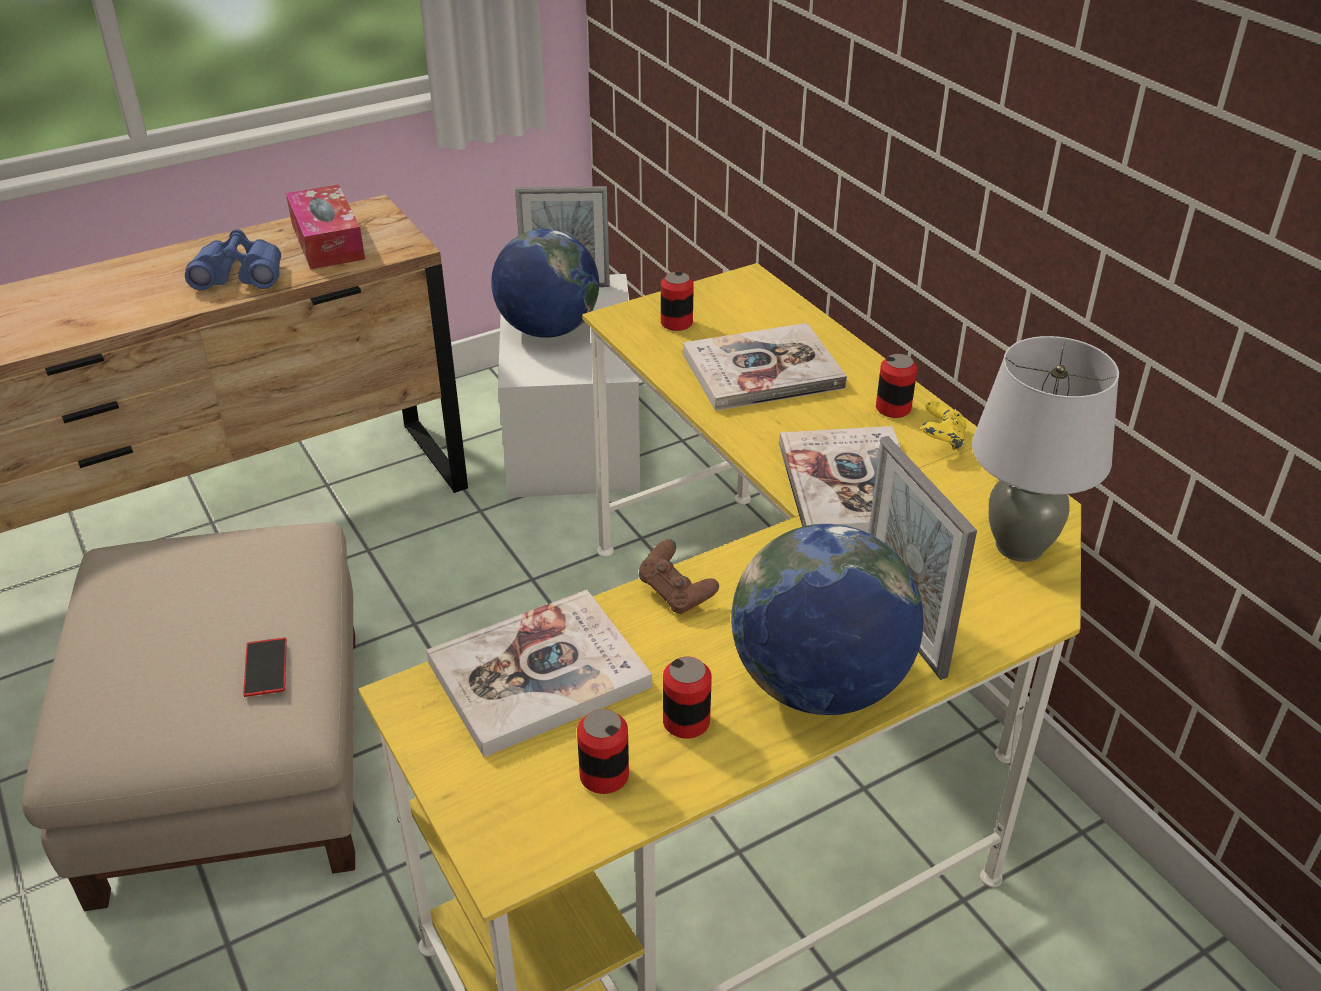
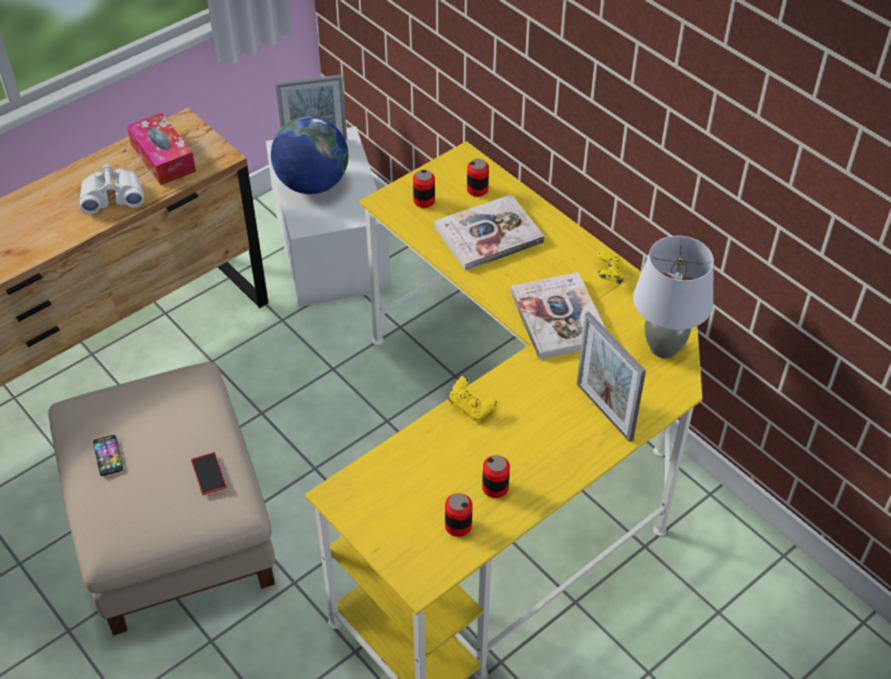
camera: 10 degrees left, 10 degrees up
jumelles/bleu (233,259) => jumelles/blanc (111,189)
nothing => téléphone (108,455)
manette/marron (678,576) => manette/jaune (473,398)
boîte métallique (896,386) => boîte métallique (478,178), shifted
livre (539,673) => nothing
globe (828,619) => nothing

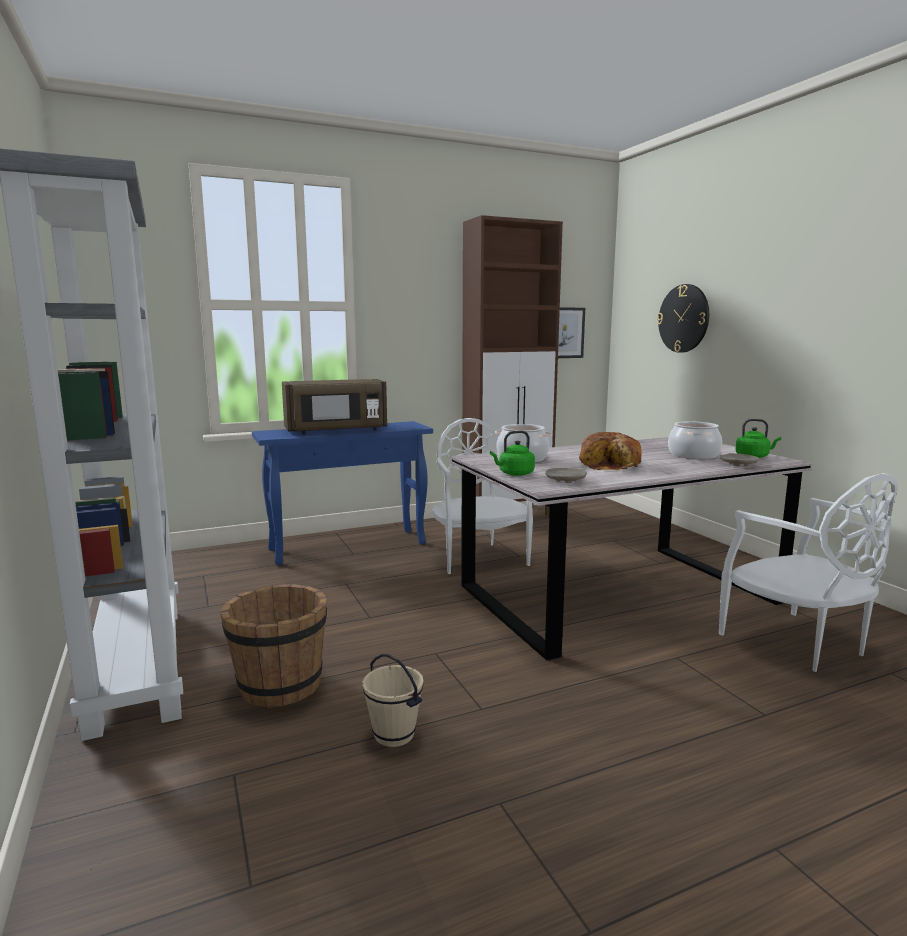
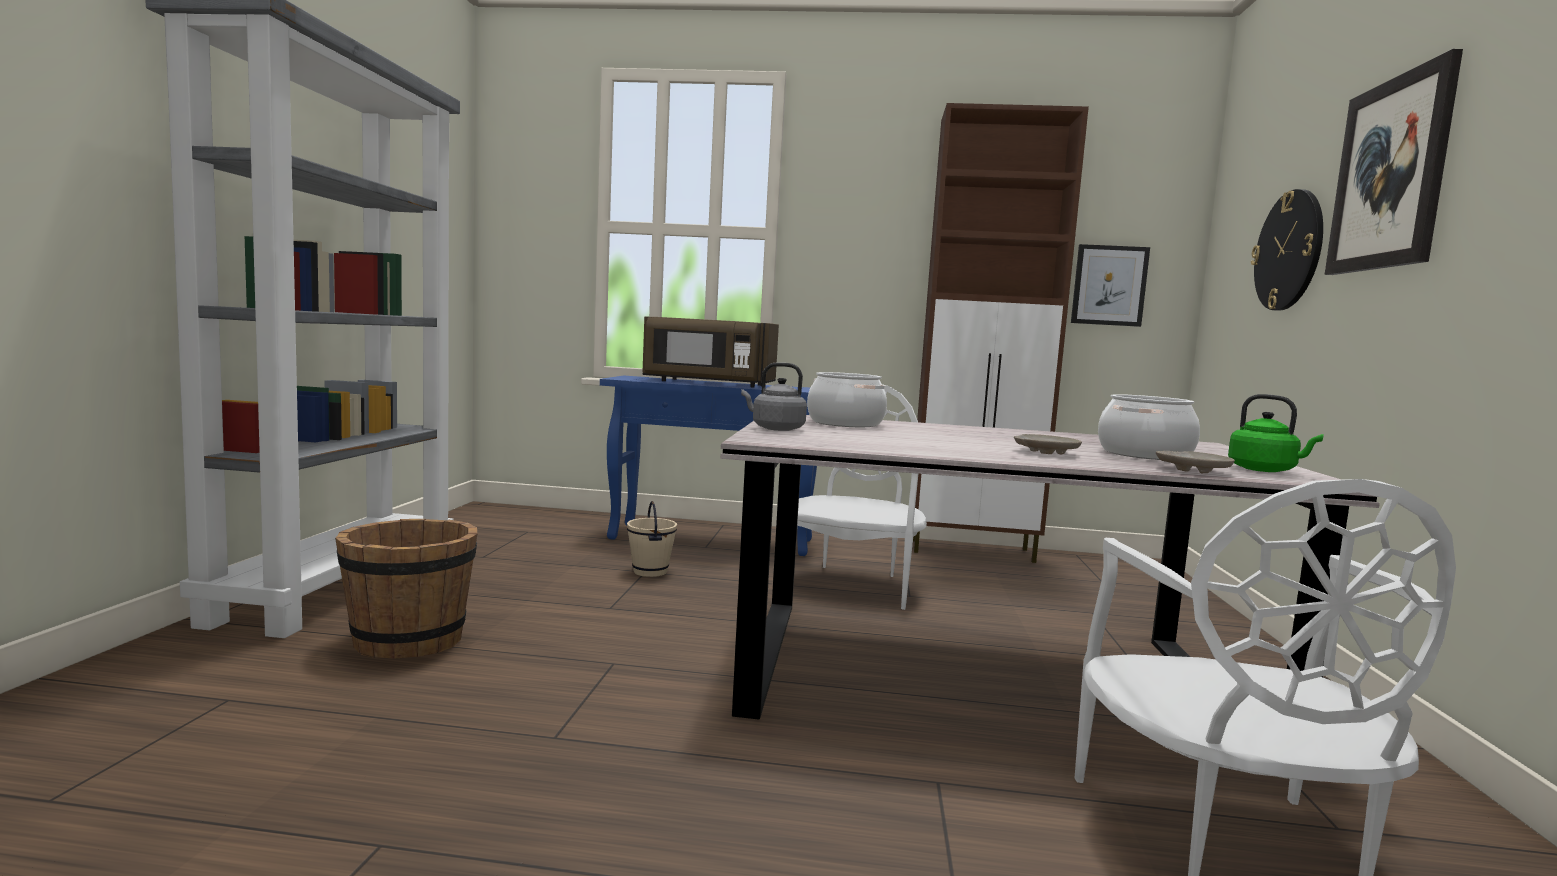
camera: 30 degrees right, 5 degrees down
seau/beige (393,700) => seau/beige (652,539), shifted
bouilloire/vert (512,453) => bouilloire/gris (774,397)
assiette/beige (566,475) => assiette/beige (1048,444), shifted
nothing => tableau (1393,162)
pain (610,451) => nothing

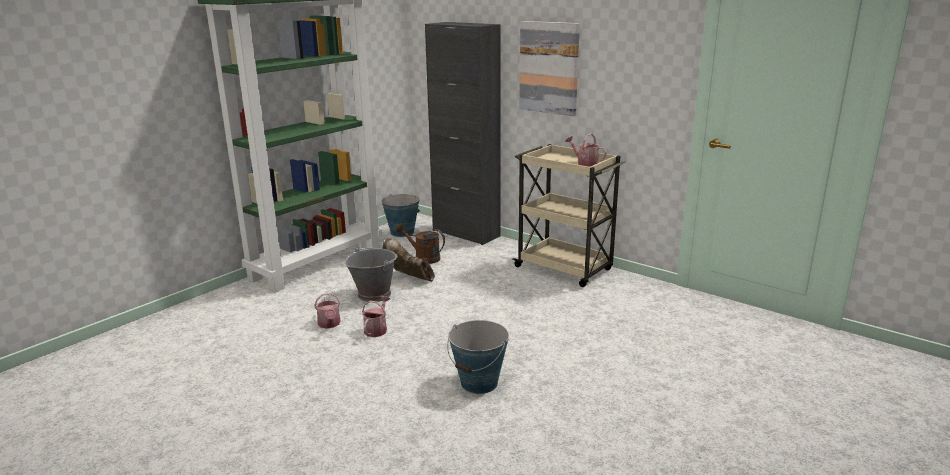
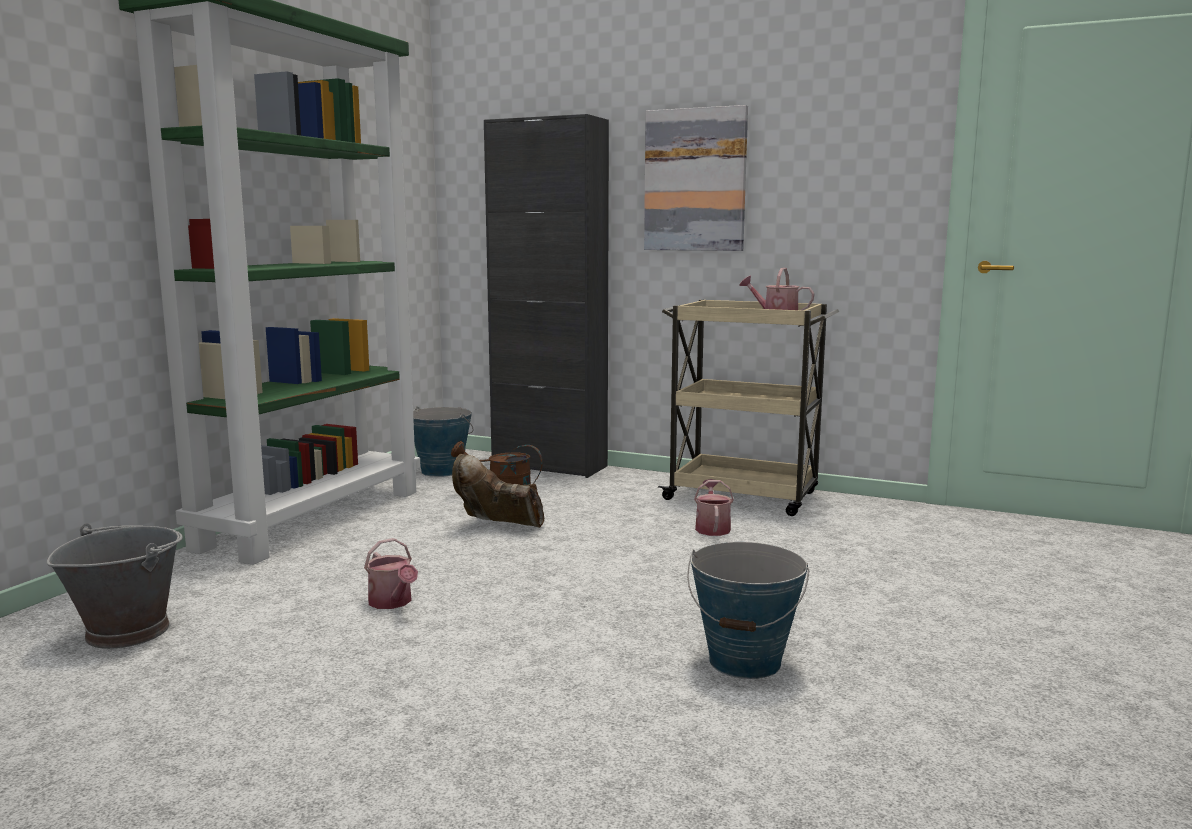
camera: 15 degrees left, 10 degrees down
seau/gris (371,274) => seau/gris (115,586), shifted
arrosoir (376,316) => arrosoir (714,507), shifted

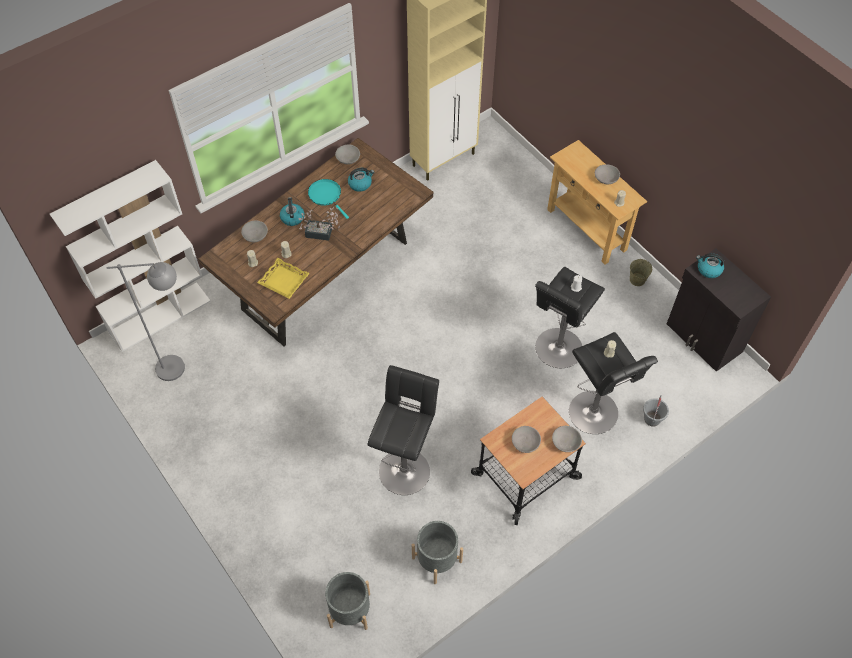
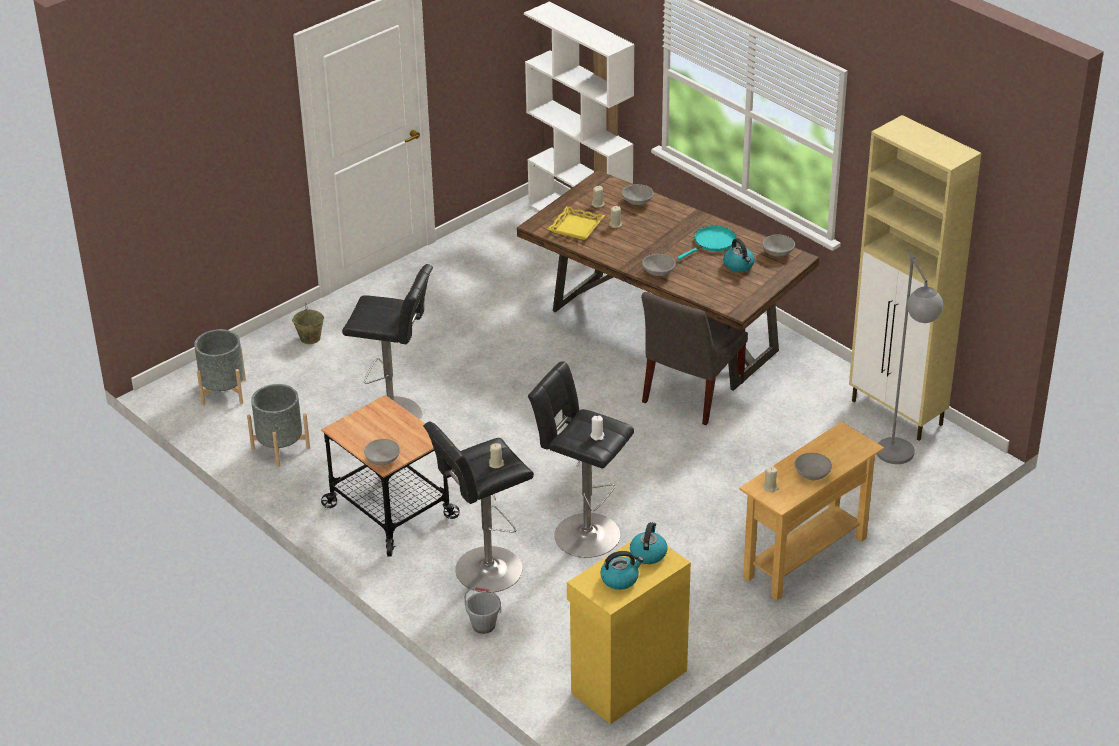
camera: 85 degrees right, 20 degrees down
seau/beige (641,272) => seau/beige (308,323), shifted
meuble de rangement/noir (719,310) => meuble de rangement/jaune (629,632)
bouilloire (292,211) => bouilloire (622,570), shifted
nothing => chaise/gris (694,358)
bol/gris (526,439) => bol/gris (659,265), shifted
lampadaire/gris (145,321) => lampadaire/gris (910,357), shifted
plante en pot (319,224) => nothing

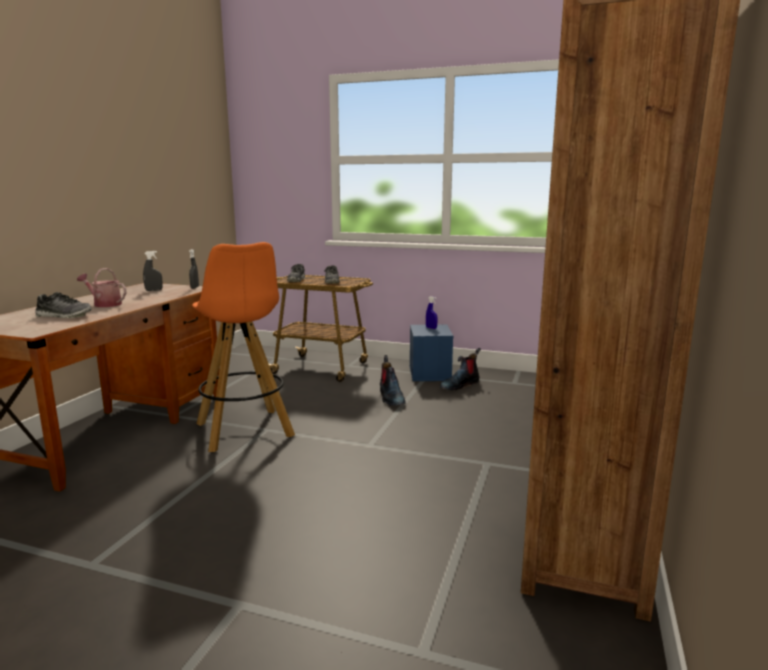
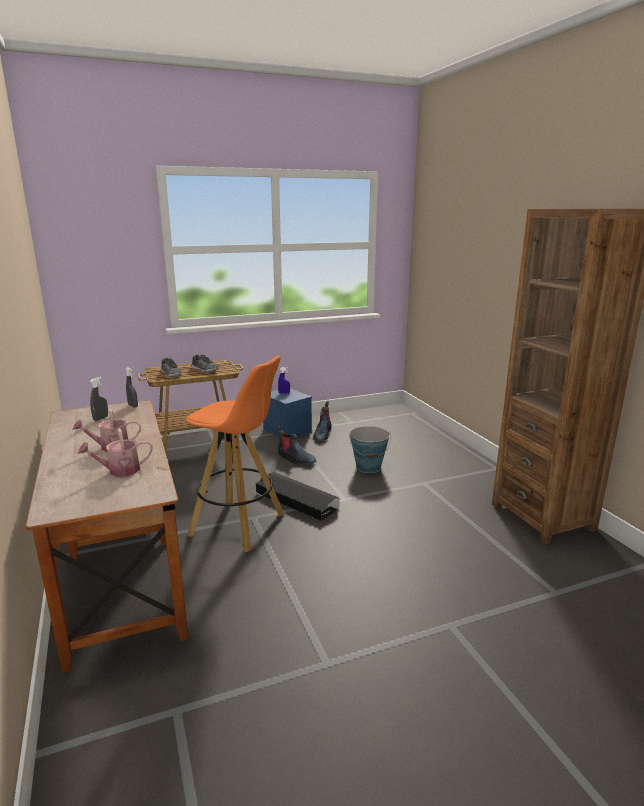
camera: 40 degrees left, 5 degrees up
chaussure (63,305) => arrosoir (115,452)
nothing => boîte de rangement/noir (297,496)
nothing => seau (370,449)

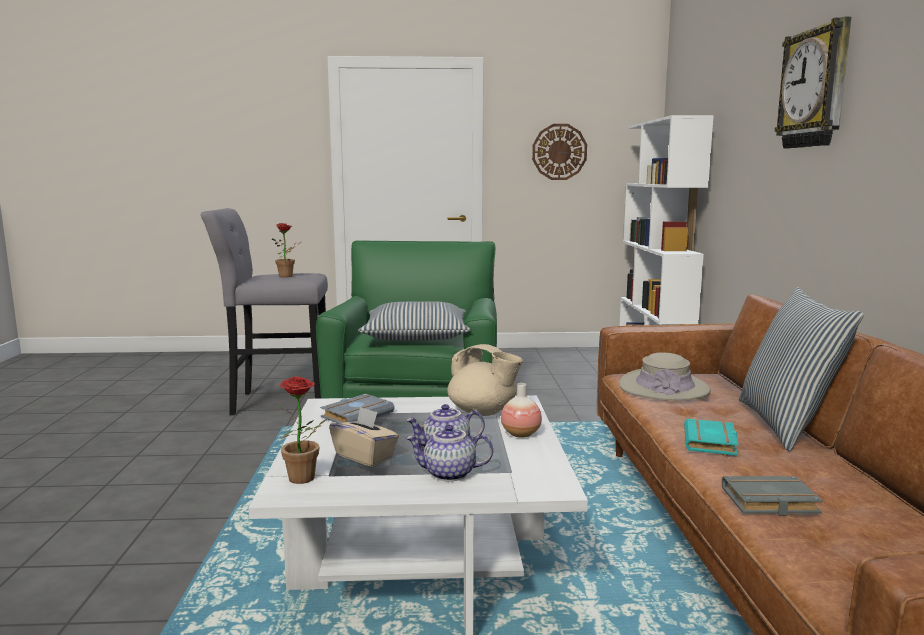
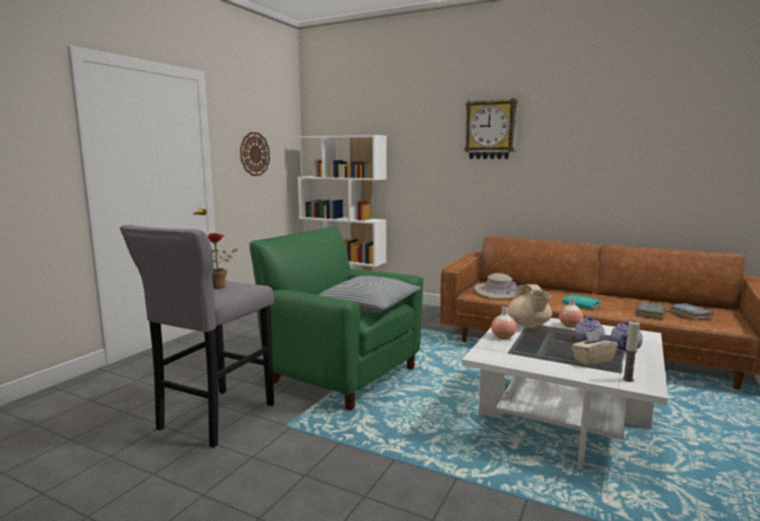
camera: 60 degrees left, 0 degrees up
nothing => vase (503,322)
théière/beige (485,380) => théière/beige (530,306), 105 degrees clockwise
plante en pot (302,430) => bougie (631,351)
livre/gris (357,408) => livre/gris (691,311), shifted
coussin (801,369) => nothing

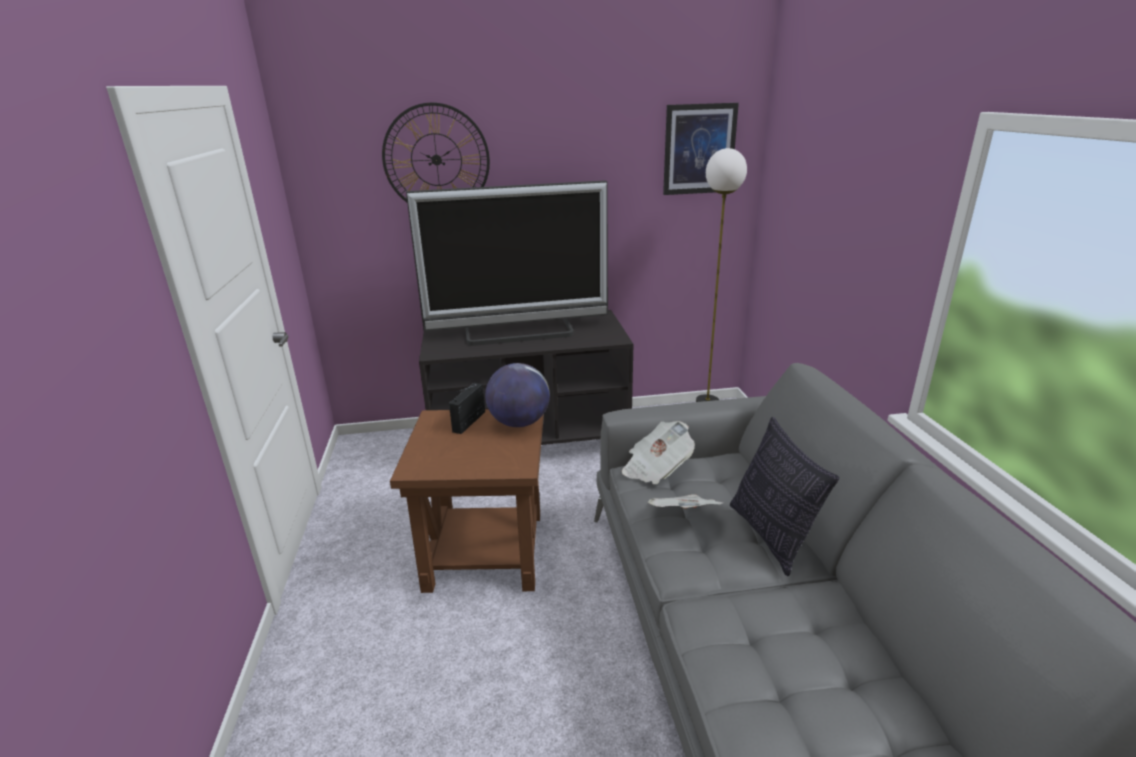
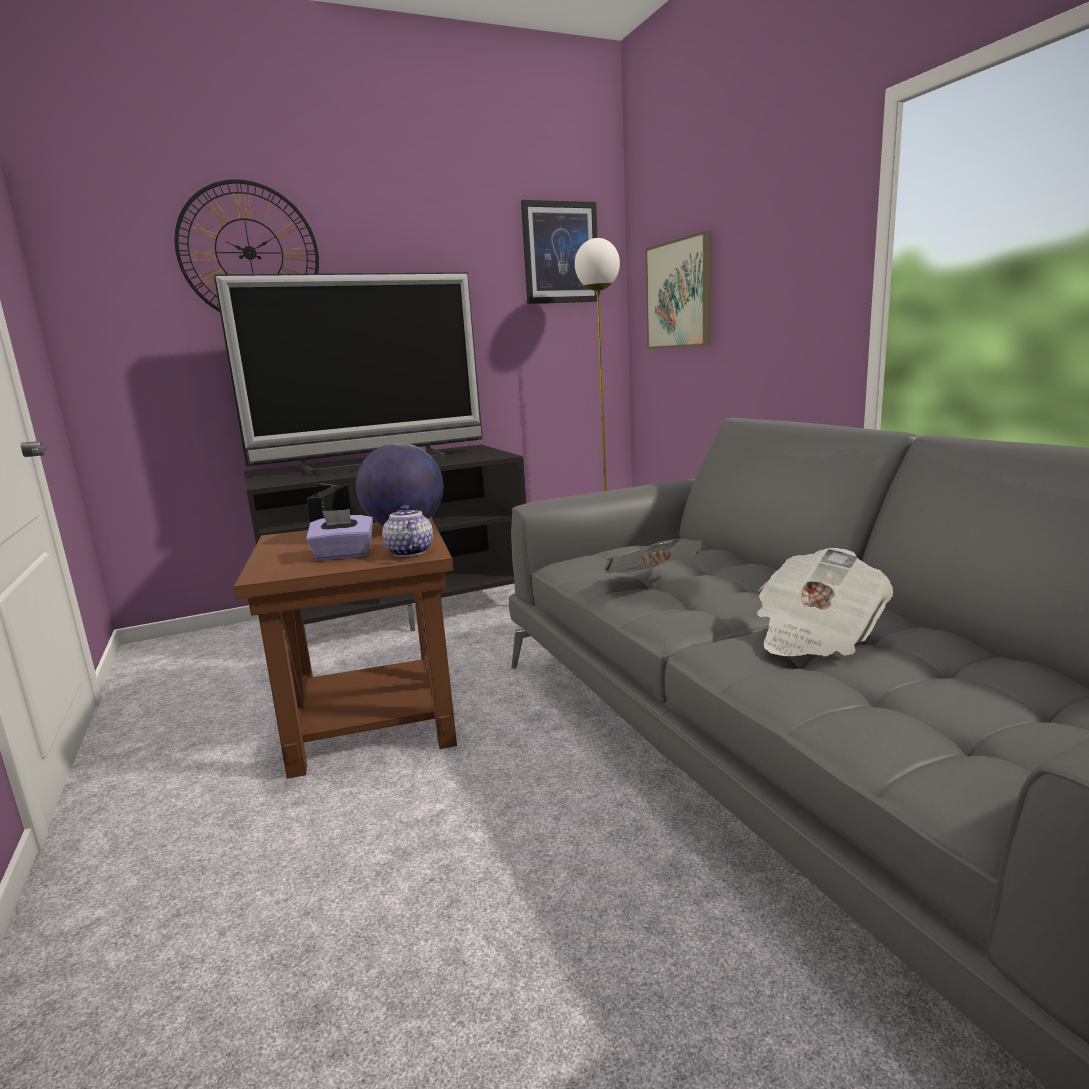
camera: 15 degrees left, 10 degrees down
nothing => boîte à mouchoirs/violet (339,534)
nothing => théière (407,531)
nothing => tableau (678,290)
journal (658,452) => journal (825,602), shifted
coussin (784,496) => nothing

